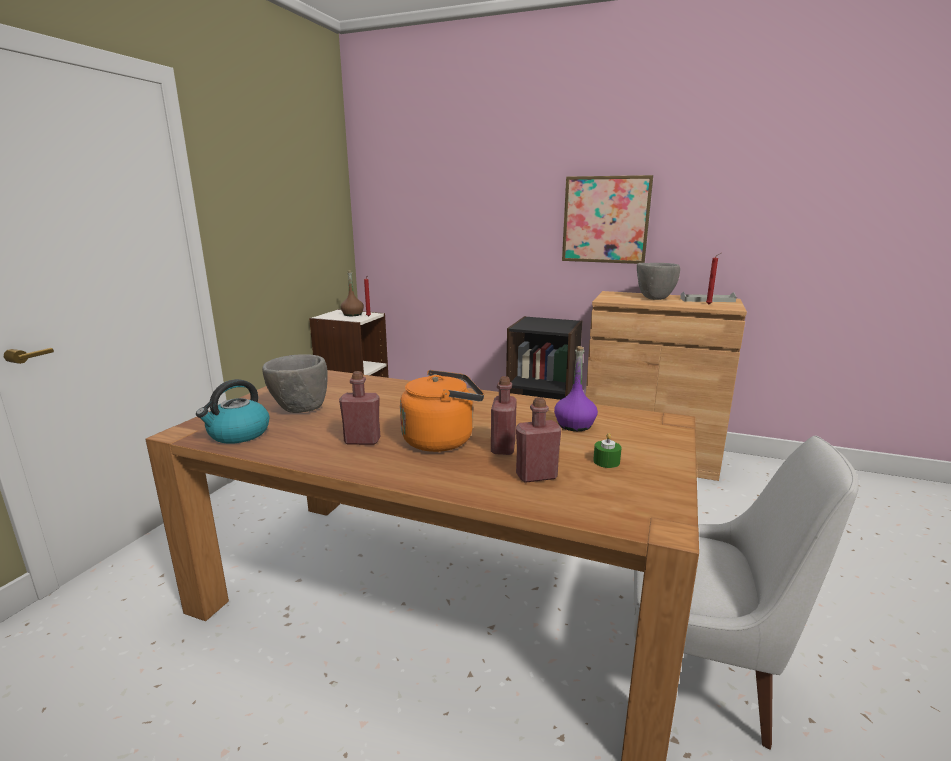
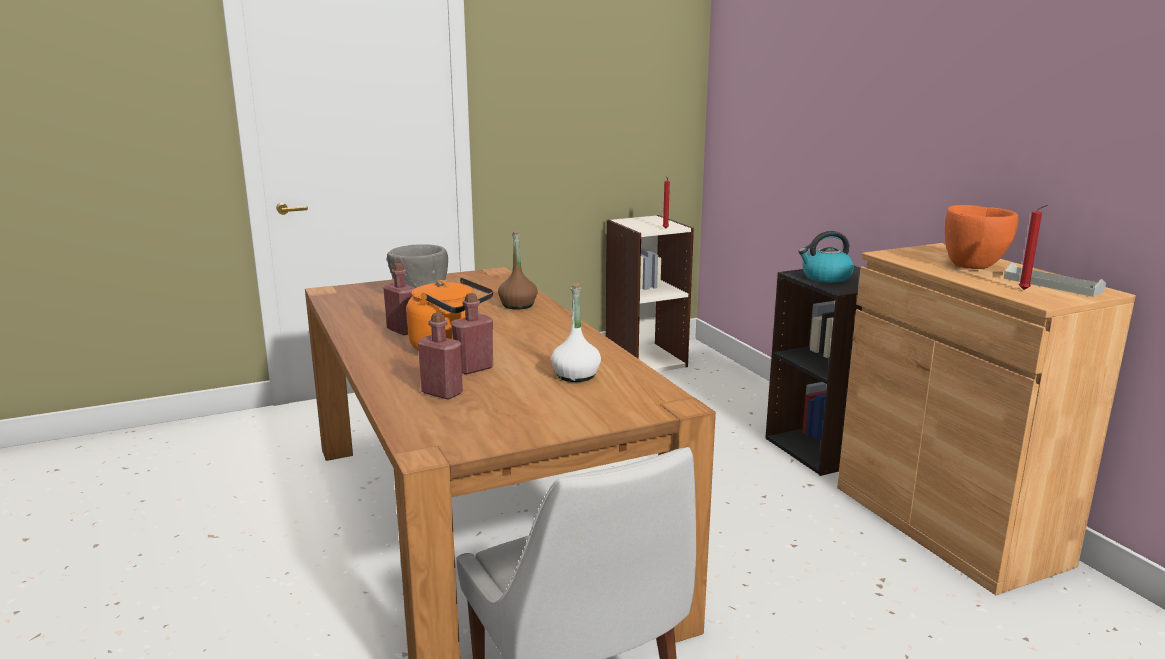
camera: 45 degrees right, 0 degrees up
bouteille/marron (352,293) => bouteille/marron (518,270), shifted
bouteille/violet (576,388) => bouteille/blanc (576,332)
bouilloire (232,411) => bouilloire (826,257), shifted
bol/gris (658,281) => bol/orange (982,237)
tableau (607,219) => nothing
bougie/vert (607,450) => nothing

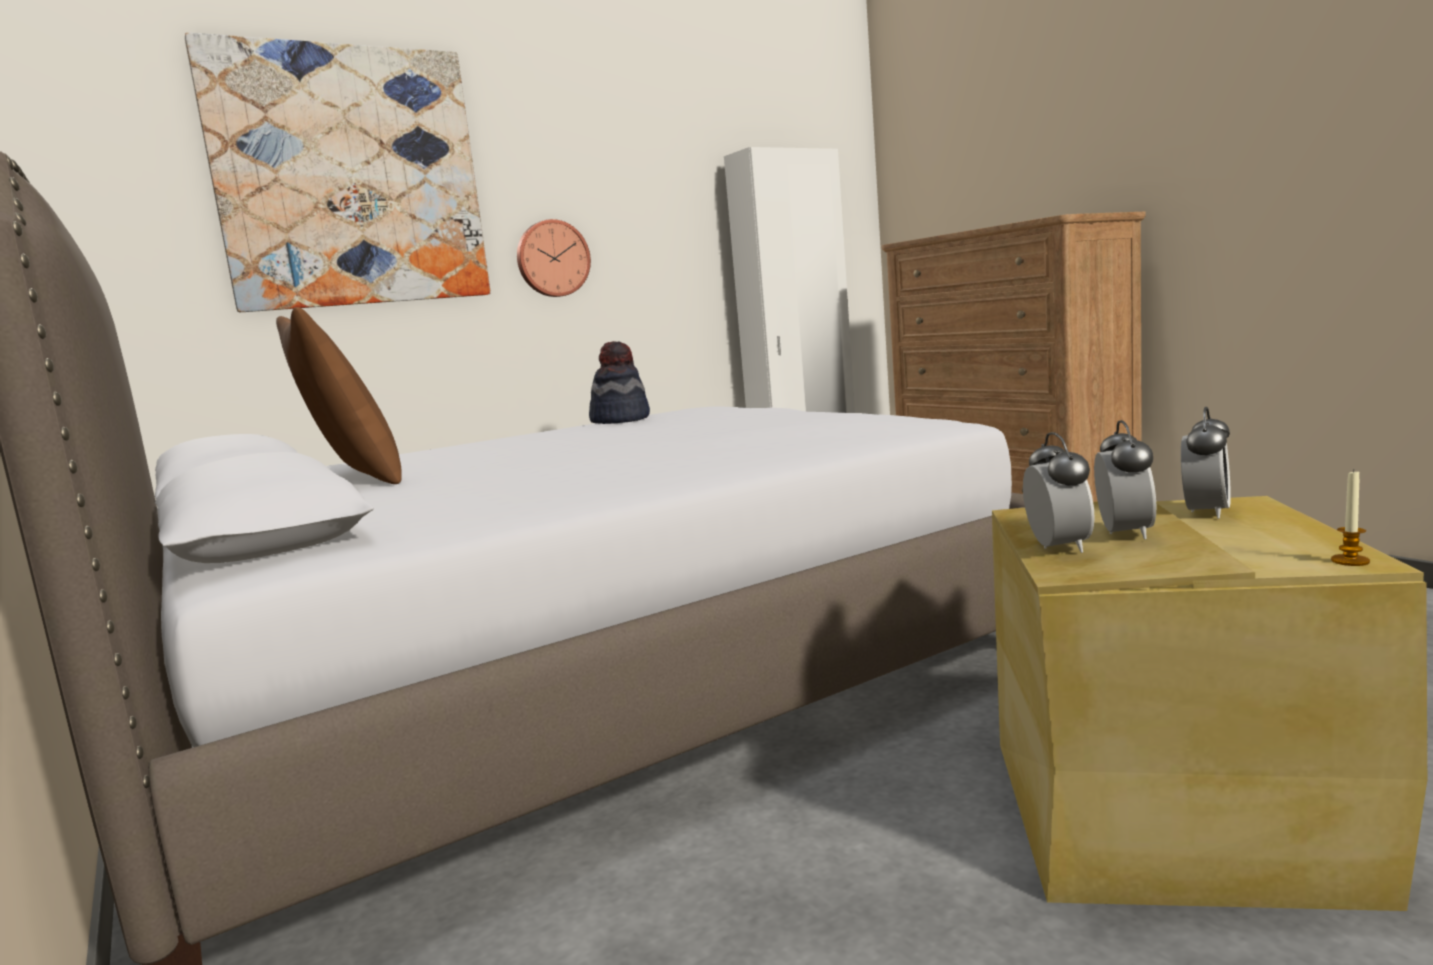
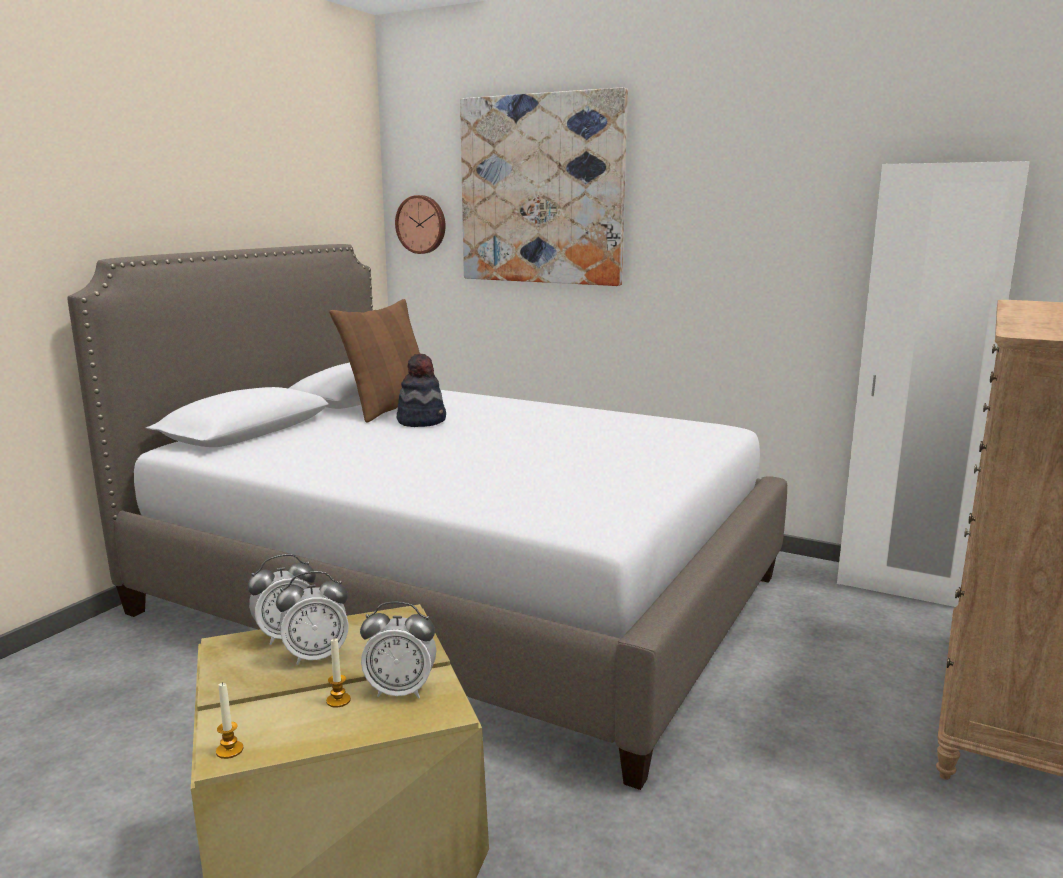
camera: 60 degrees right, 5 degrees up
nothing => bougie (338,673)
horloge murale (554,258) => horloge murale (420,224), shifted
chapeau (619,382) => chapeau (421,390), shifted

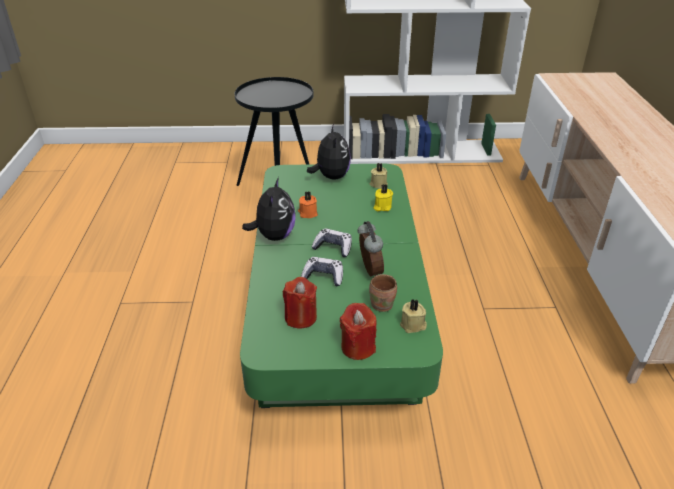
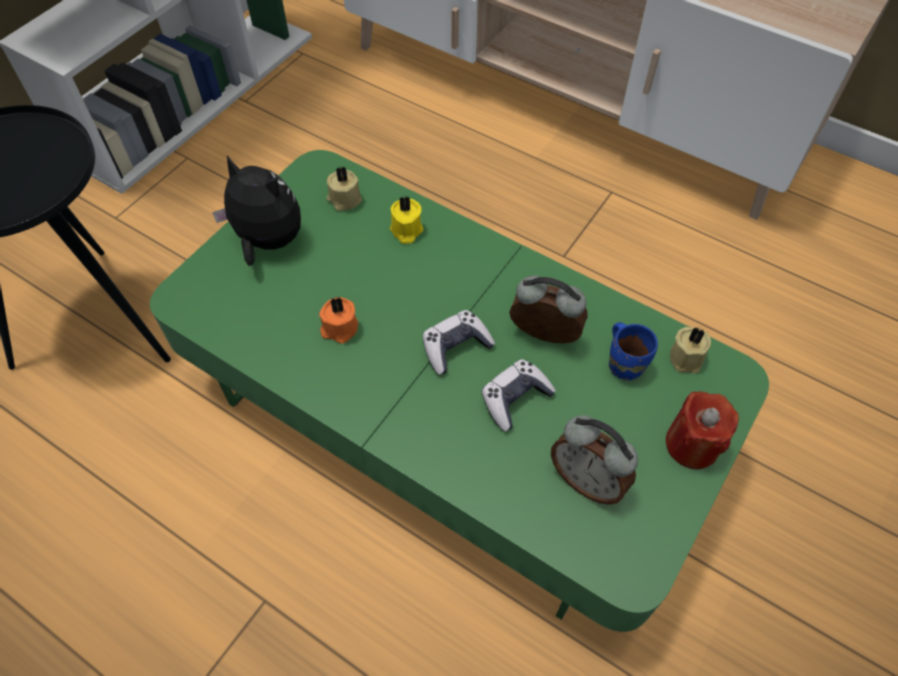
camera: 55 degrees left, 20 degrees up
bougie/rouge (300,303) => réveil (594,460)
mug/marron (383,293) => mug/bleu (633,351)
peluche (268,209) => nothing

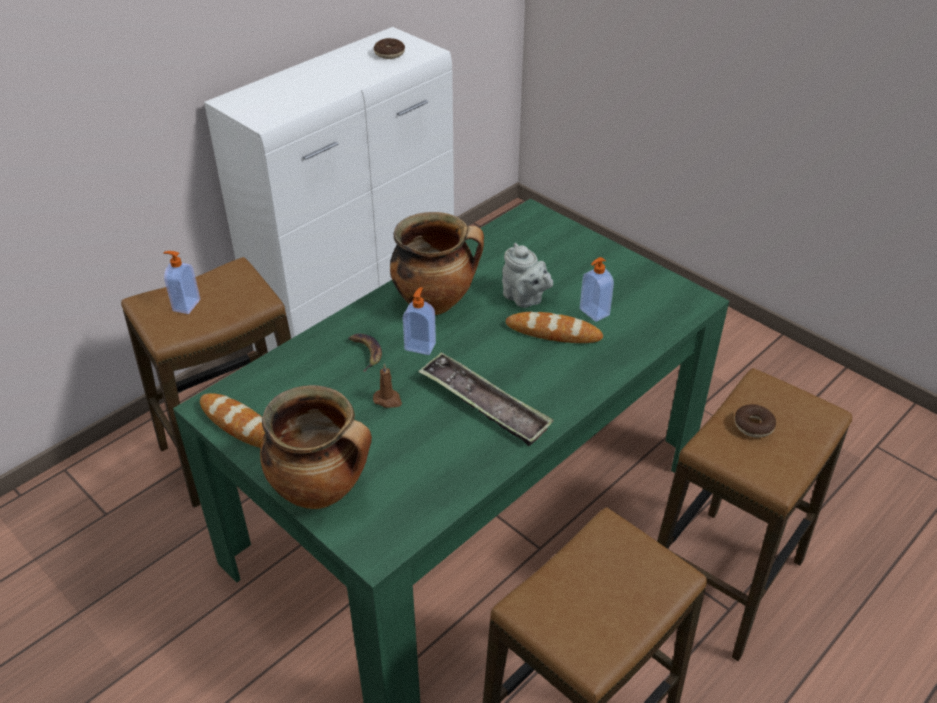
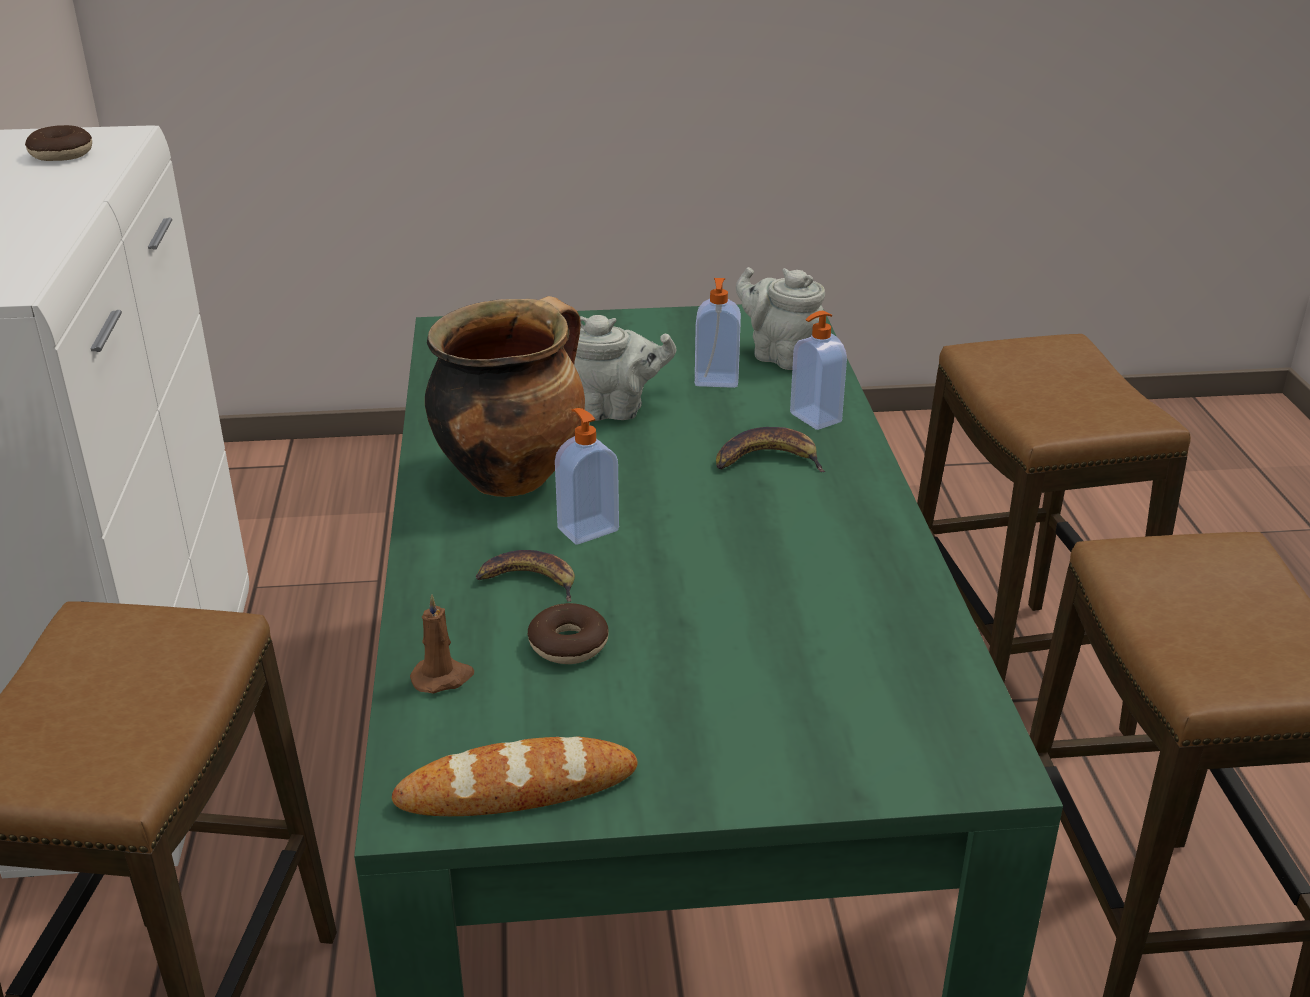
camera: 50 degrees left, 10 degrees down
bougie/marron (387,385) => bougie/marron (442,644), shifted
beignet (755,420) => beignet (568,633), shifted
nothing => banane (770,449)
nothing => théière/gris (780,318)
distributeur de savon (181,282) => distributeur de savon (818,370), shifted
marmite (316,447) => nothing
plateau (486,399) => nothing
pain (554,327) => nothing

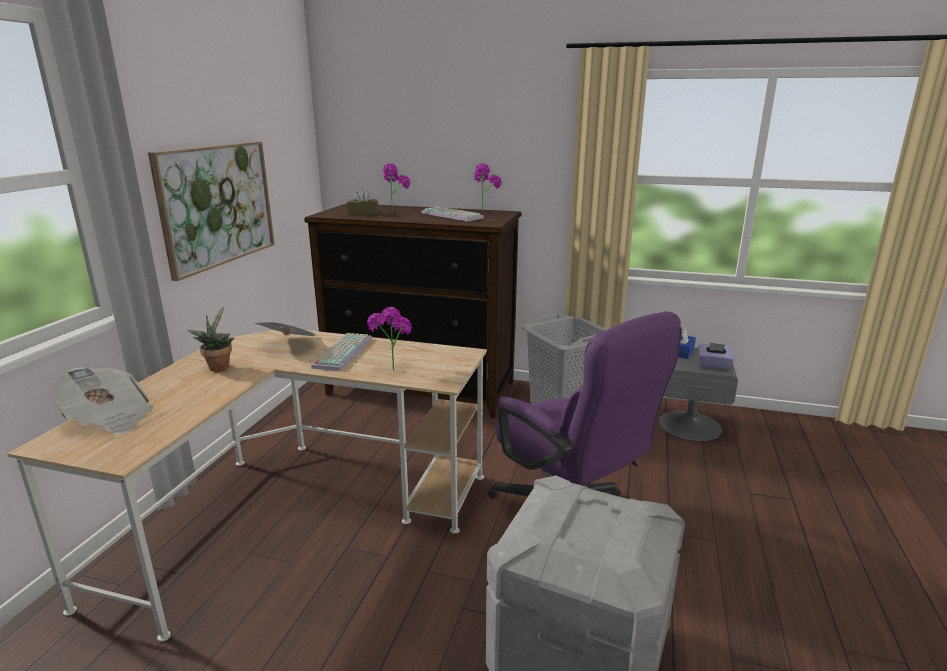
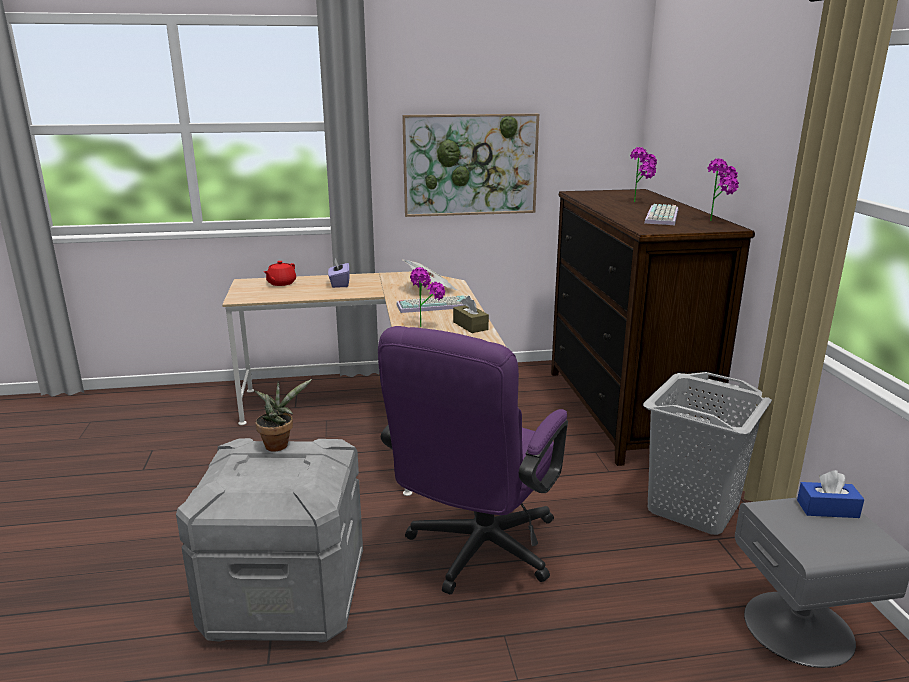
camera: 65 degrees right, 0 degrees up
plante en pot (211,339) => plante en pot (283,415), shifted
journal (103,401) => théière/rouge (280,273)
boîte à mouchoirs/violet (716,356) => boîte à mouchoirs/violet (339,273), shifted
boîte à mouchoirs/marron (362,201) => boîte à mouchoirs/marron (471,314), shifted

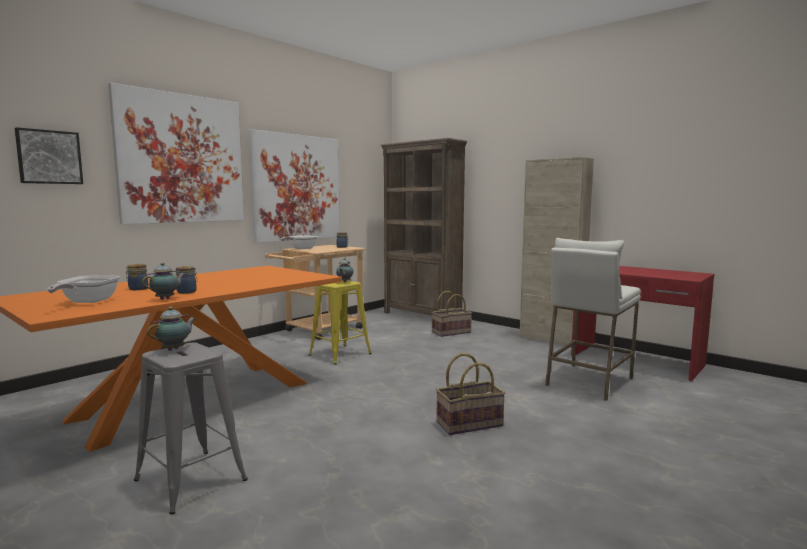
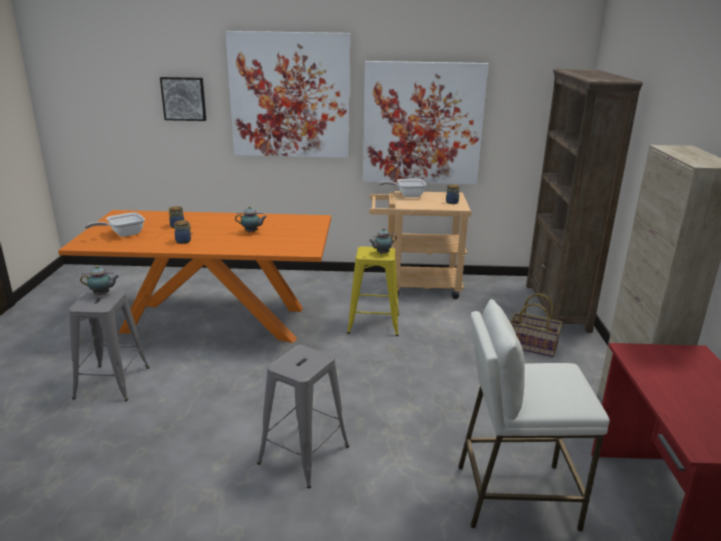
camera: 50 degrees right, 15 degrees up
théière (164,281) => théière (251,219), shifted
panier (470,394) => tabouret/gris (303,416)

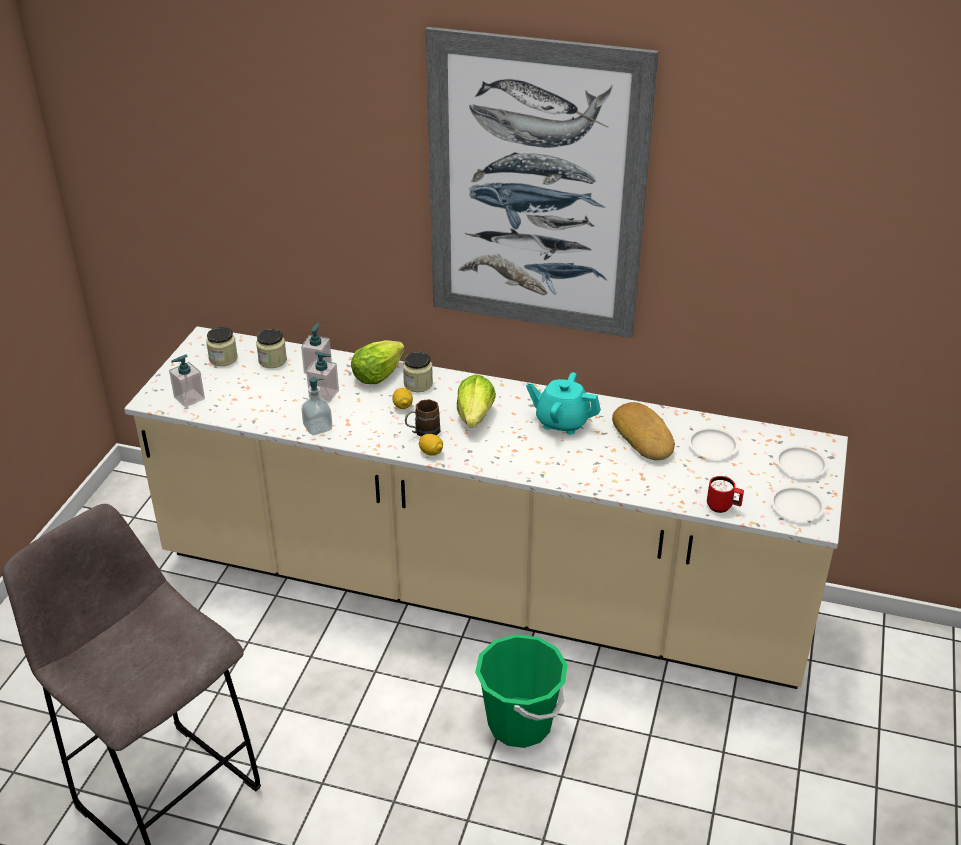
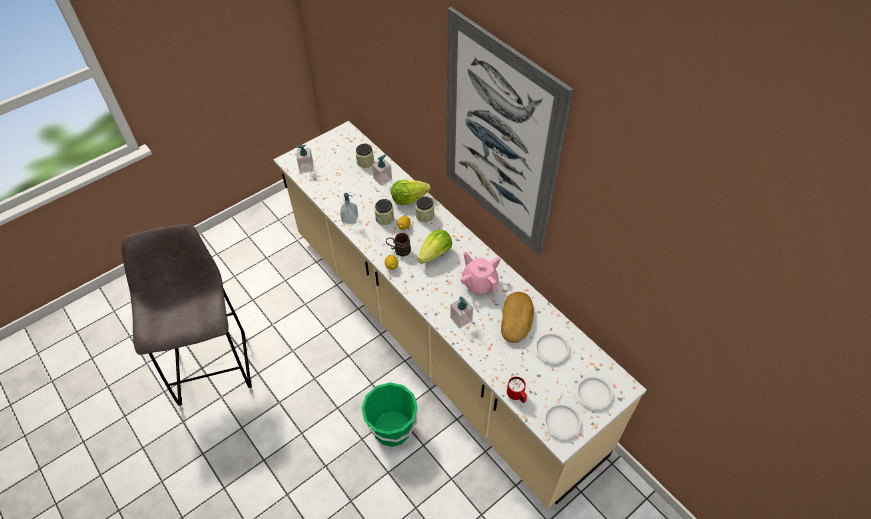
camera: 35 degrees right, 15 degrees up
bocal (222,346) => bocal (384,212), shifted
distributeur de savon (322,377) => distributeur de savon (461,313), shifted
théière/turquoise (563,403) => théière/rose (480,273)

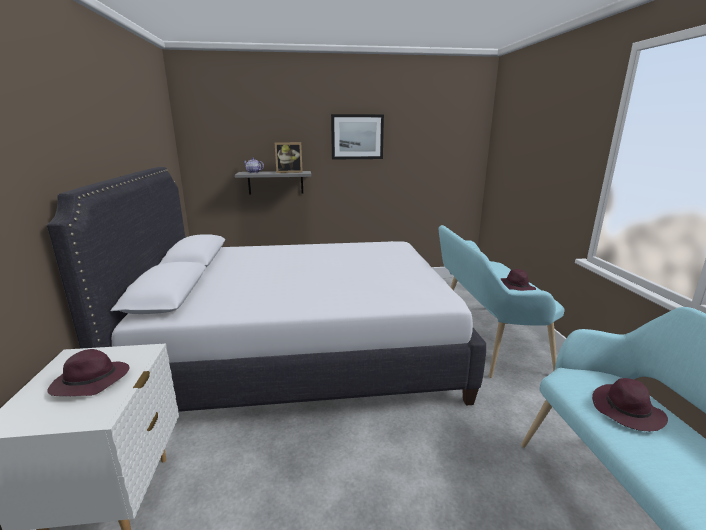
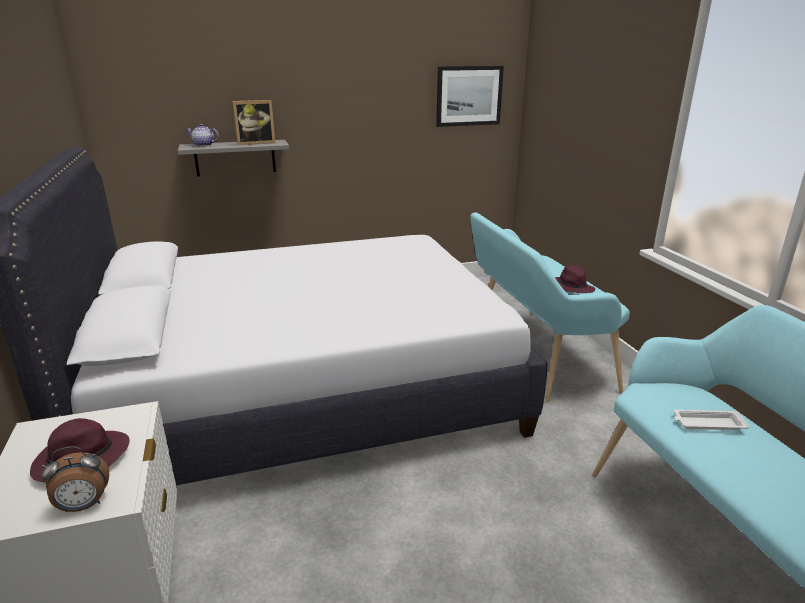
camera: 10 degrees left, 5 degrees up
nothing => réveil (75,479)
tableau (357,137) => tableau (470,96), shifted
chapeau/violet (630,404) => plateau/blanc (712,420)

